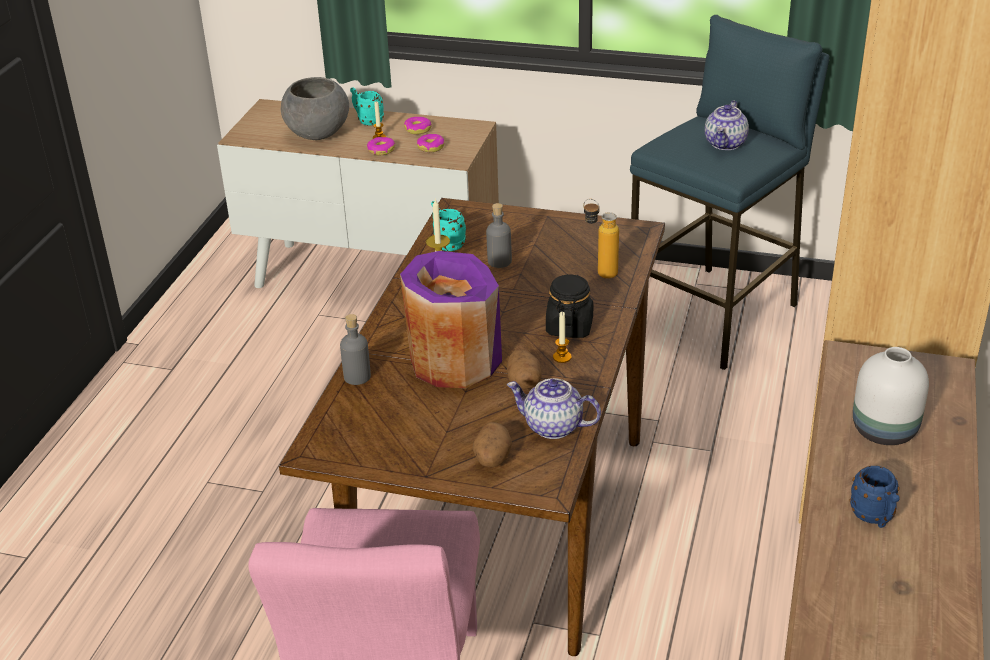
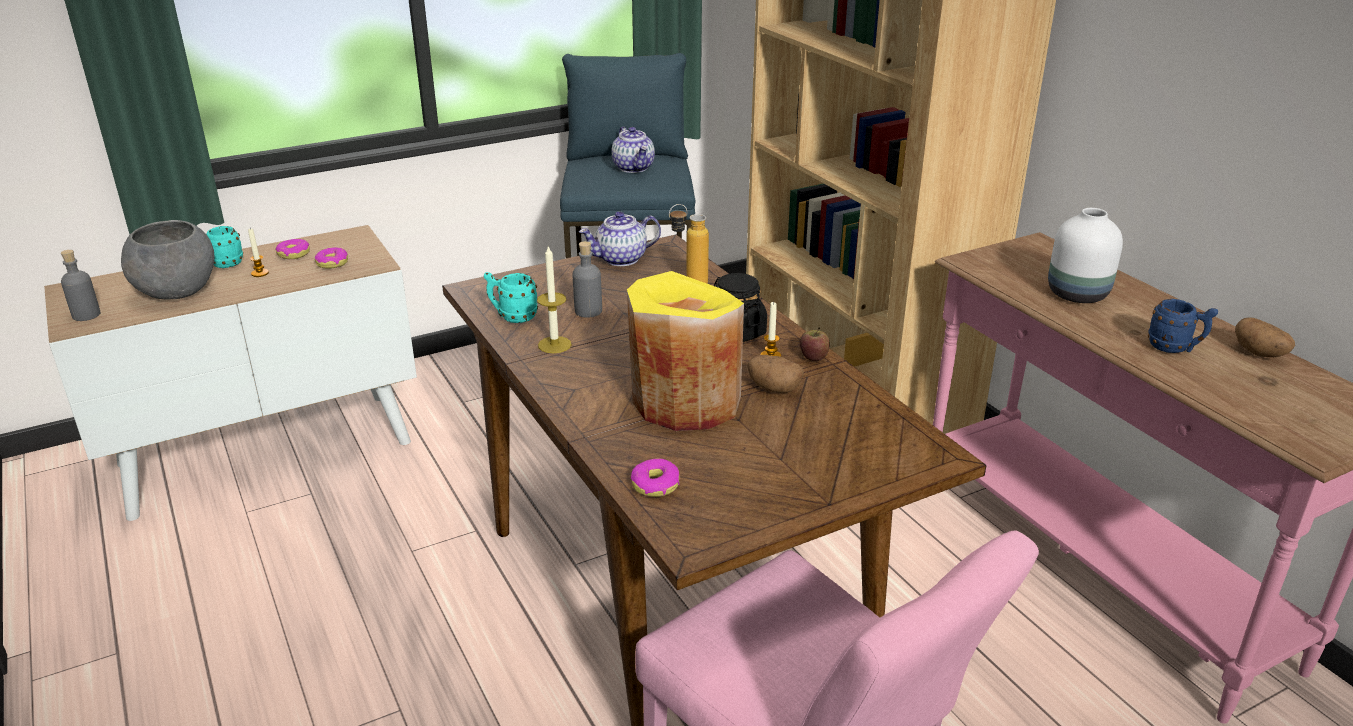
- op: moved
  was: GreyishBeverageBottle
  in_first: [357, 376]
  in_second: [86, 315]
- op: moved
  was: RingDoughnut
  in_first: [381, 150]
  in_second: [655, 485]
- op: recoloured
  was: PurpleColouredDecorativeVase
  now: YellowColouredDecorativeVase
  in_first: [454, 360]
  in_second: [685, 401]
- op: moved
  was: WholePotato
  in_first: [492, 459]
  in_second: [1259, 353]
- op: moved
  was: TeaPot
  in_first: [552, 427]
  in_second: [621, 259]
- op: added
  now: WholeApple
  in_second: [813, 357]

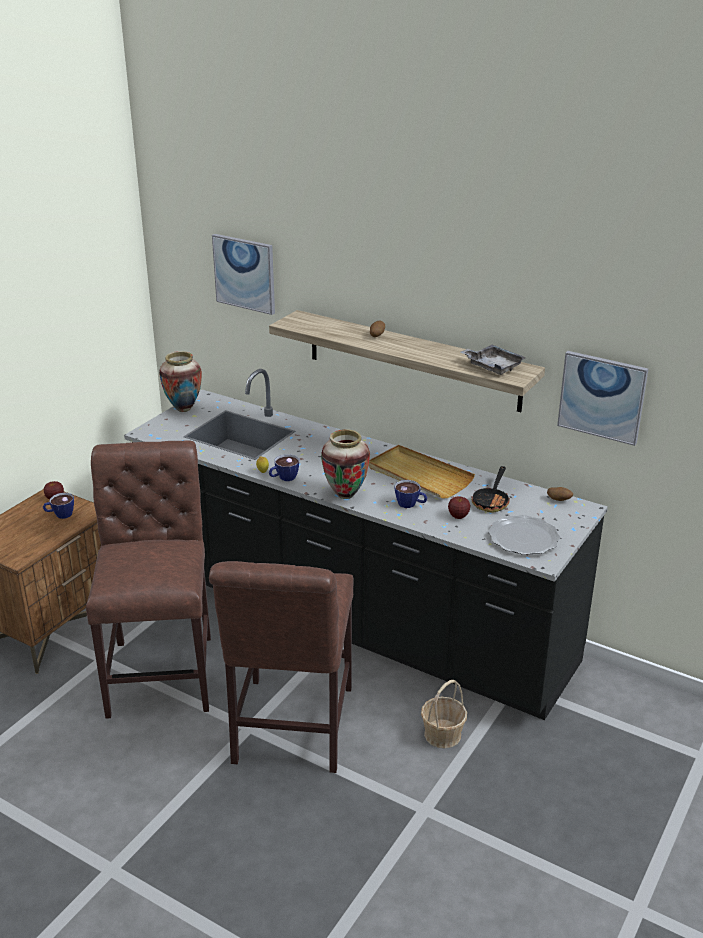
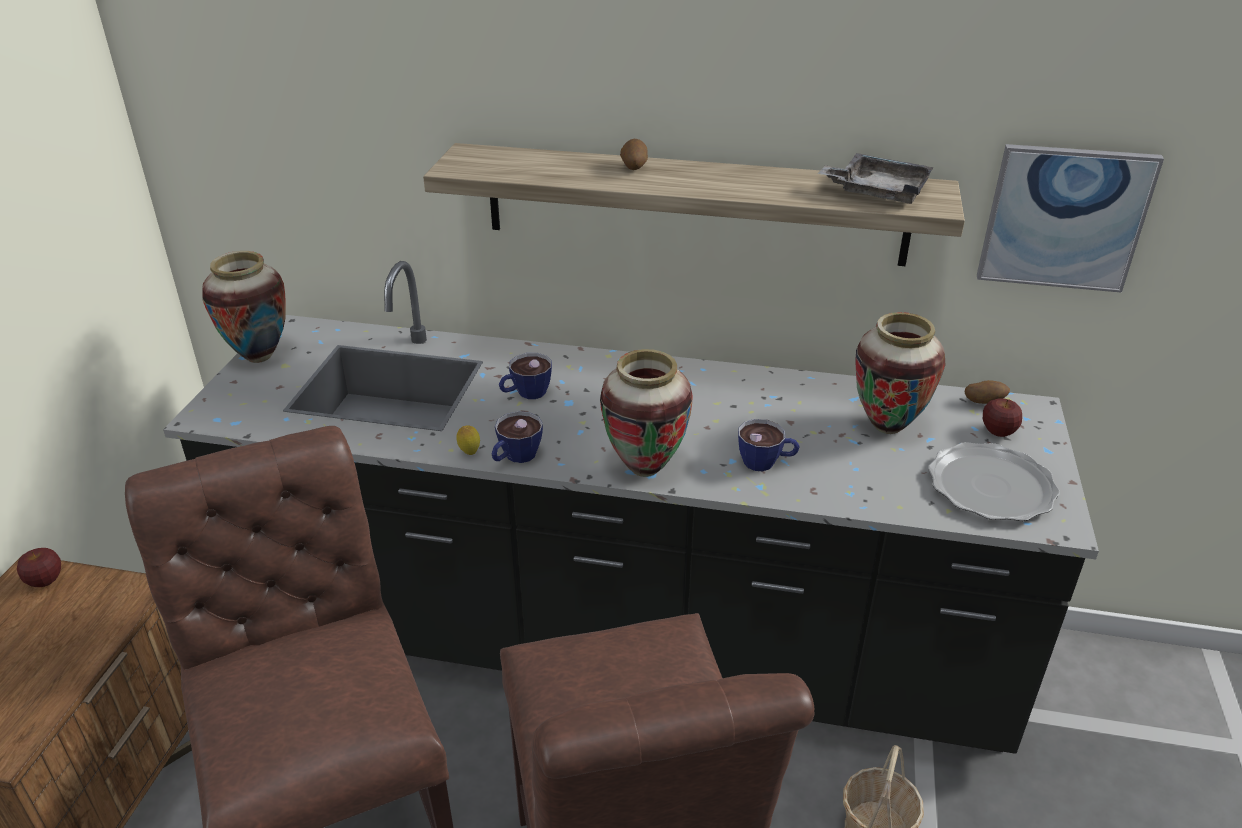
- op: moved
  was: Cup
  in_first: [60, 515]
  in_second: [525, 394]
- op: removed
  was: Picture
  in_first: [245, 273]
- op: removed
  was: BeigeTray
  in_first: [419, 475]
- op: moved
  was: WholeApple
  in_first: [458, 516]
  in_second: [998, 432]
- op: replaced
  was: Skillet
  now: DecorativeVase
  in_first: [492, 501]
  in_second: [887, 426]

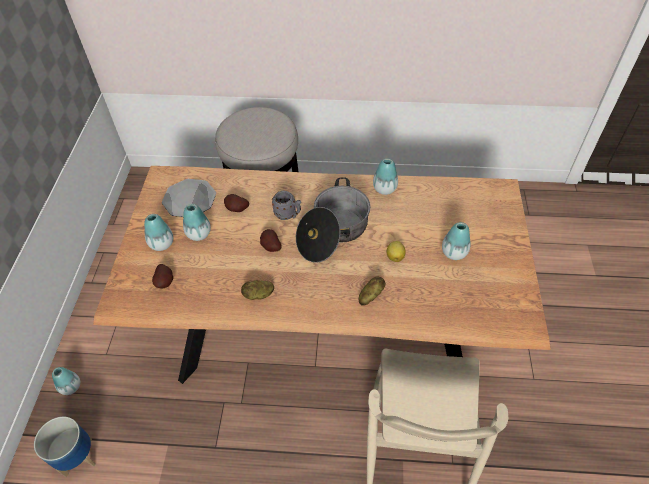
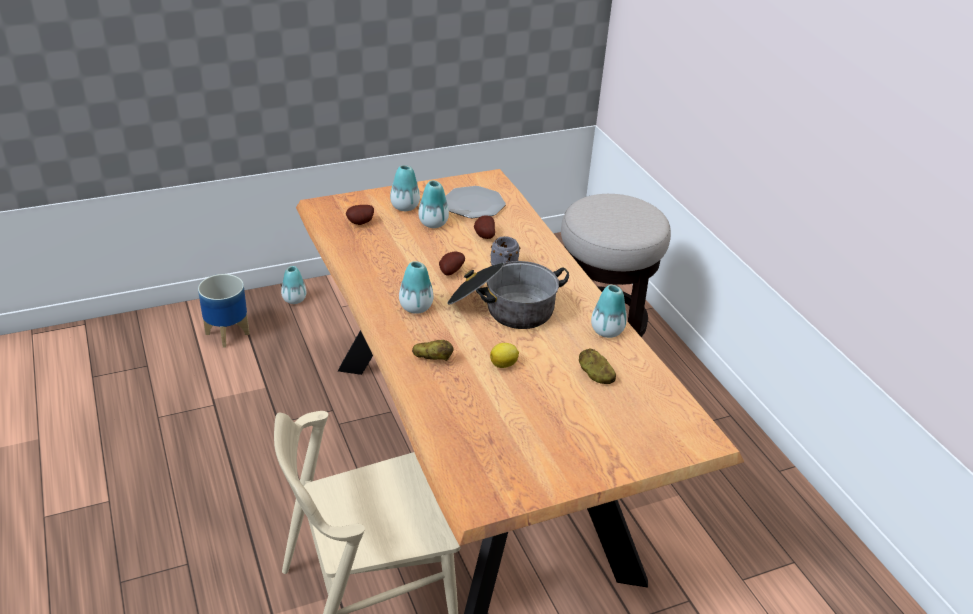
- op: moved
  was: WholePotato
  in_first: [258, 295]
  in_second: [595, 376]
- op: moved
  was: DecorativeVase
  in_first: [454, 252]
  in_second: [416, 307]

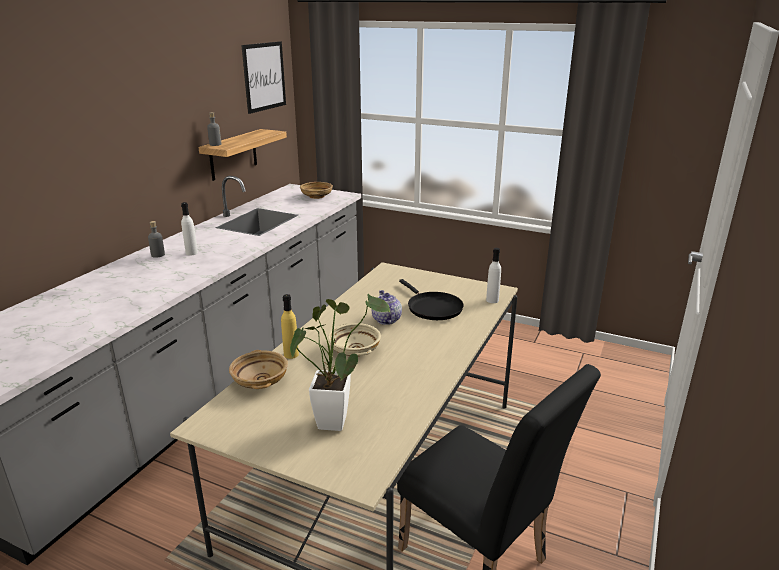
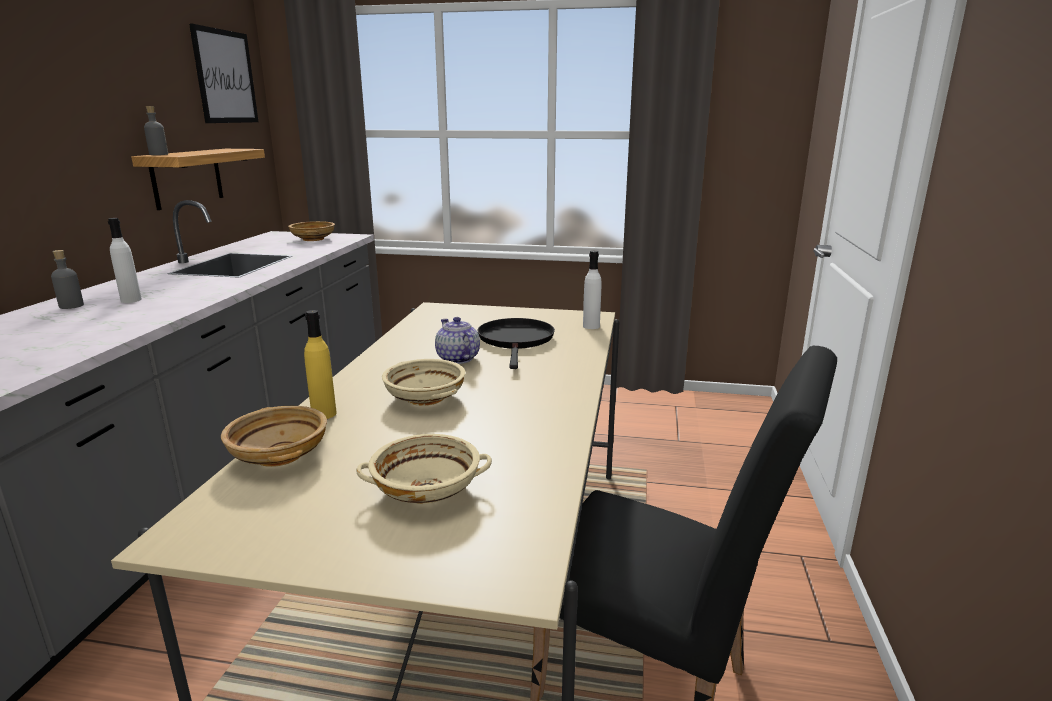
- op: replaced
  was: Houseplant
  now: BeigeBowl
  in_first: [334, 418]
  in_second: [427, 489]
- op: turned
  was: BlackishSkillet
  in_first: [432, 308]
  in_second: [516, 340]
  clockwise: -135

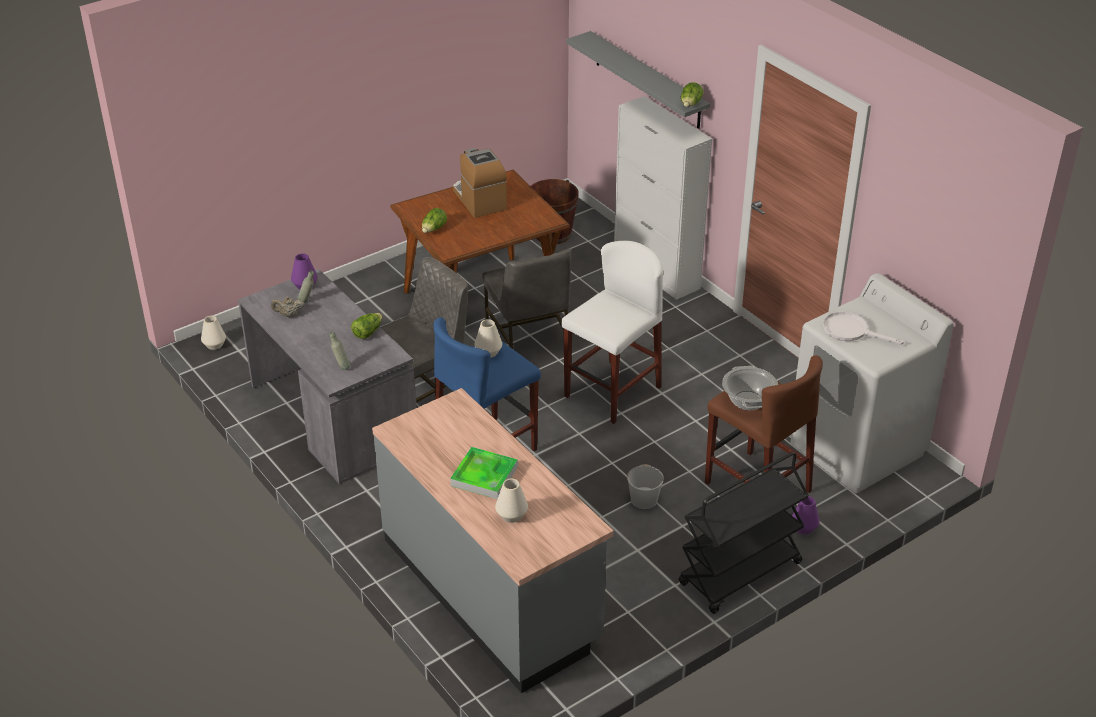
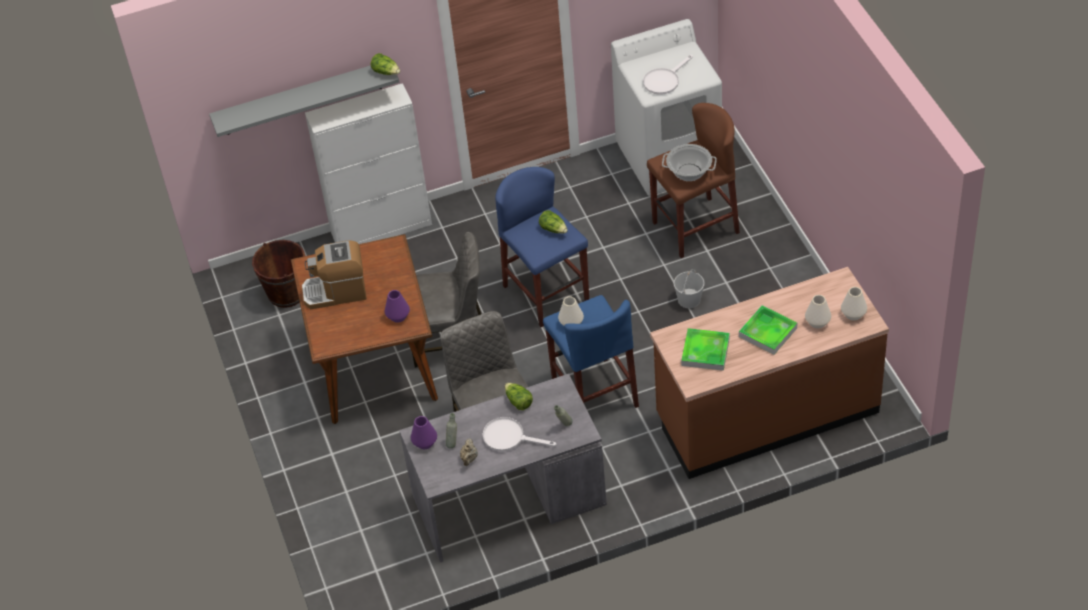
- op: moved
  was: WhiteDecorativeVase
  in_first: [214, 345]
  in_second: [853, 314]
- op: recoloured
  was: GreyishCounter
  now: BrownCounter
  in_first: [492, 590]
  in_second: [766, 414]
- op: moved
  was: HeadOfLettuce
  in_first: [434, 229]
  in_second: [553, 229]
- op: recoloured
  was: WhiteStool
  now: BlueColouredStool
  in_first: [612, 392]
  in_second: [546, 293]
- op: removed
  was: BlackishWheeledCart
  in_first: [740, 575]
- op: moved
  was: PurpleColouredDecorativeVase
  in_first: [803, 528]
  in_second: [398, 316]
- op: added
  now: WhiteSkillet
  in_second: [509, 437]
- op: added
  now: Tray
  in_second: [705, 352]

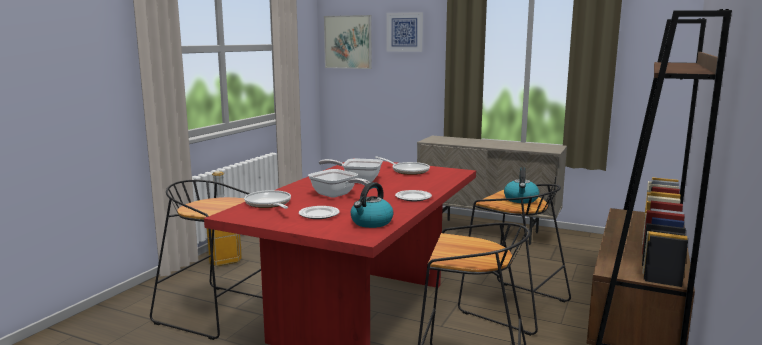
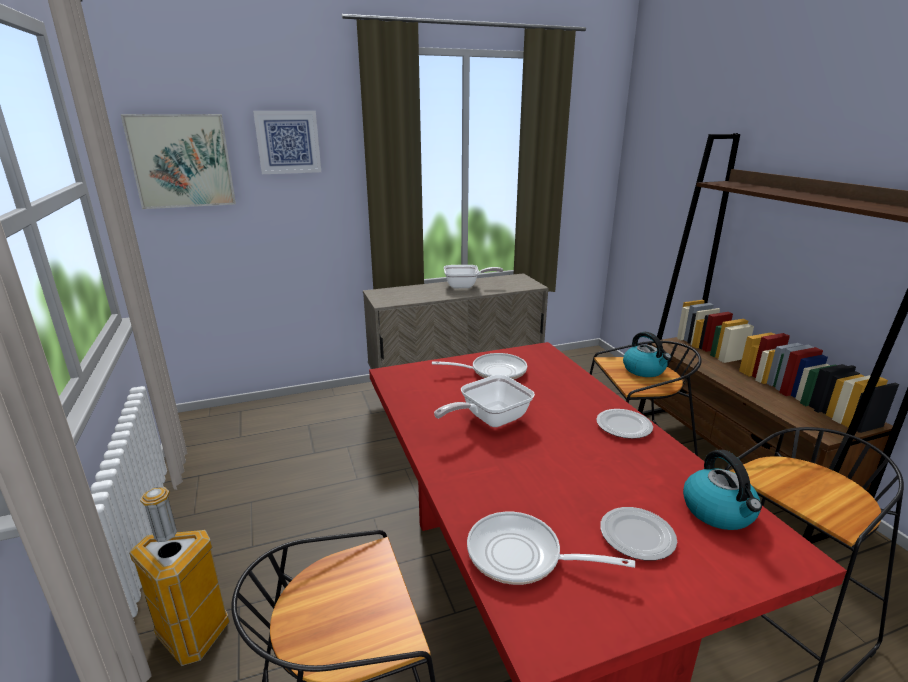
- op: moved
  was: Skillet
  in_first: [336, 195]
  in_second: [465, 286]

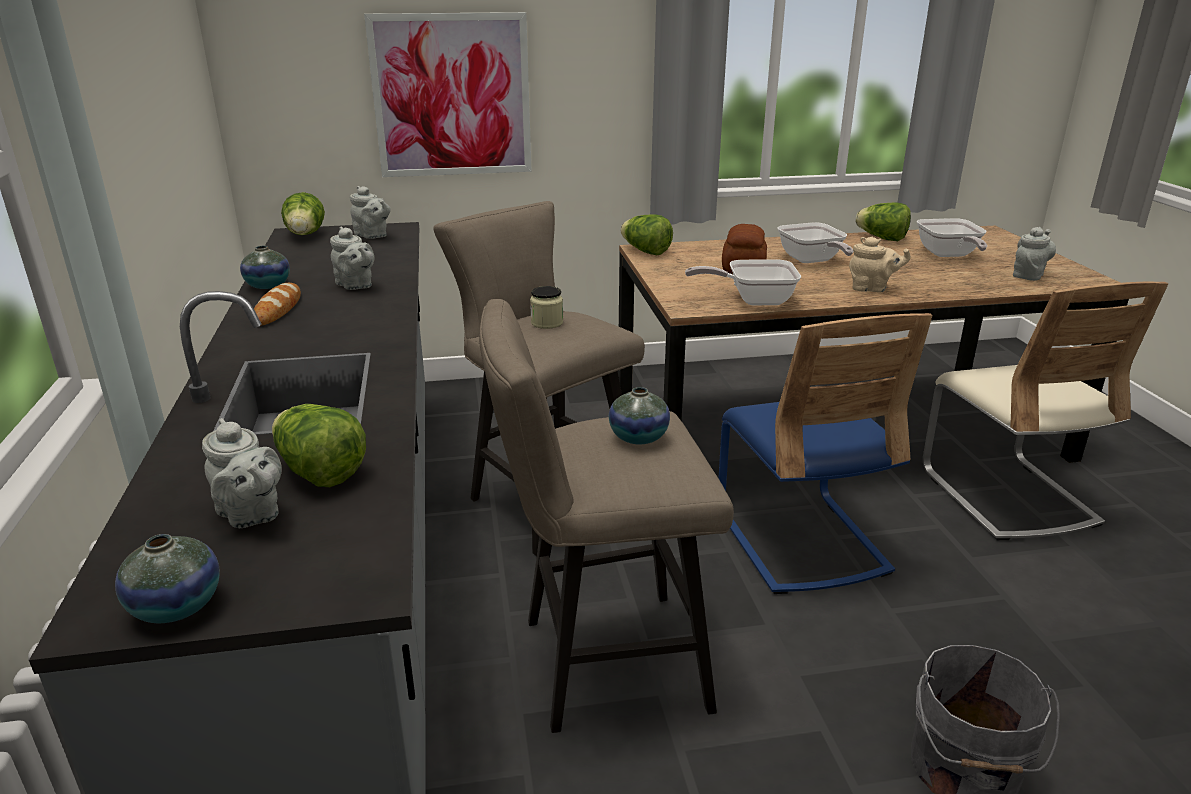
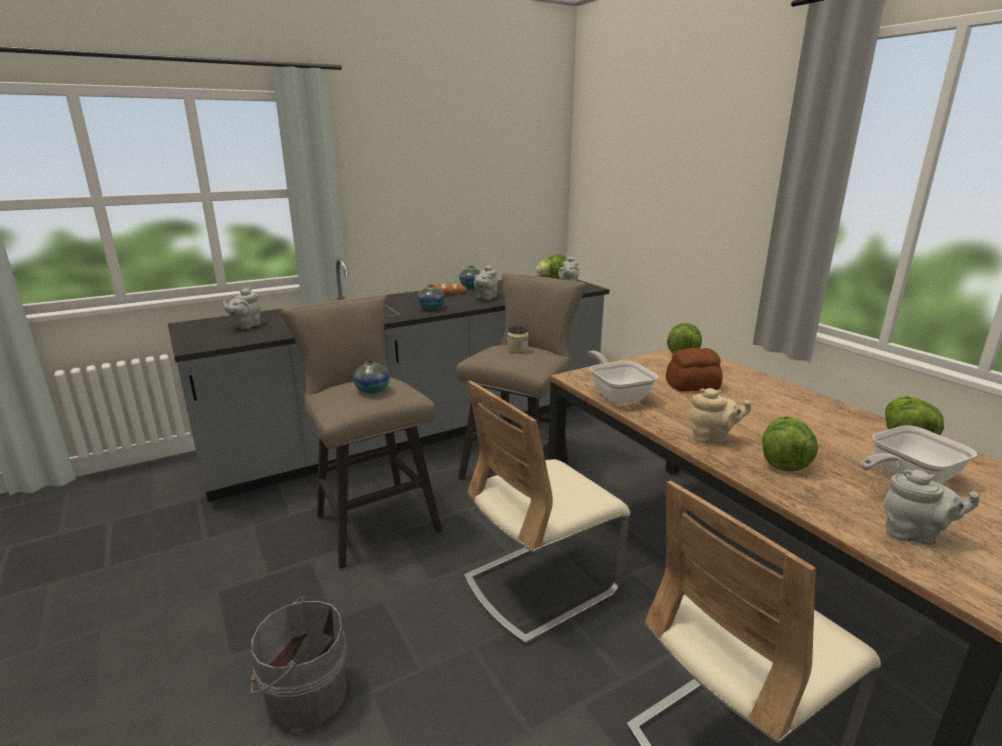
- op: moved
  was: DecorativeVase
  in_first: [176, 606]
  in_second: [431, 308]
- op: moved
  was: HeadOfLettuce
  in_first: [319, 472]
  in_second: [783, 460]
- op: removed
  was: Picture
  in_first: [452, 96]
- op: recoloured
  was: BlueColouredUprightChair
  now: BeigeUprightChair
  in_first: [799, 540]
  in_second: [540, 585]
- op: removed
  was: Skillet
  in_first: [812, 261]
- op: turned
  was: BeigeTeaPot
  in_first: [872, 289]
  in_second: [712, 438]
  clockwise: -75

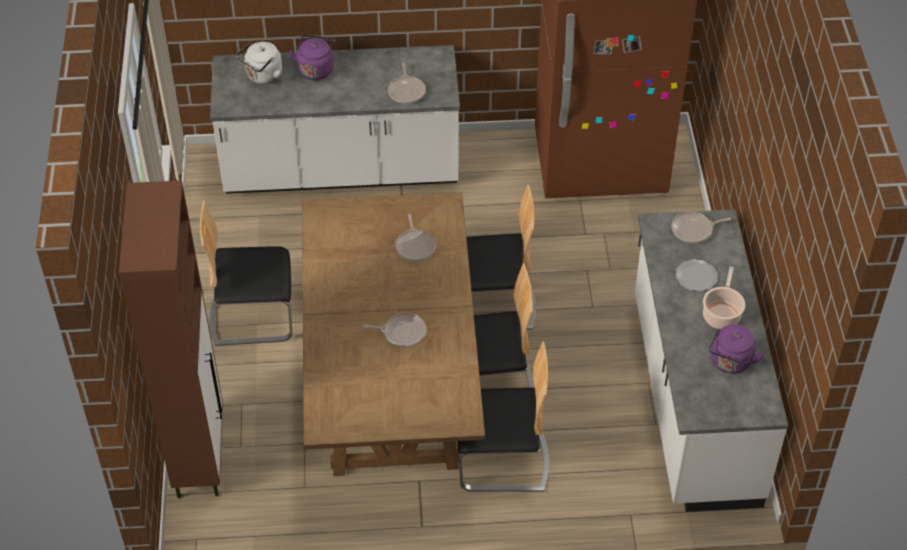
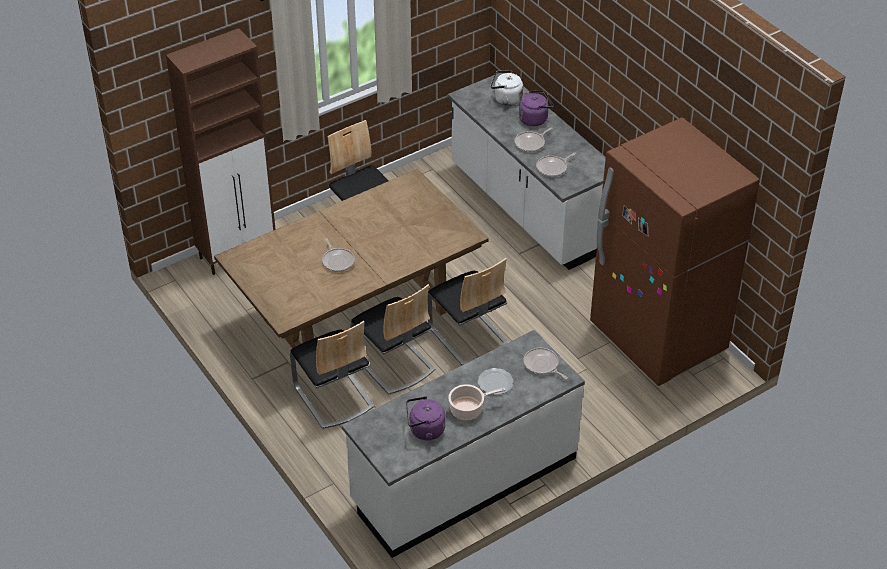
- op: moved
  was: Skillet
  in_first: [415, 246]
  in_second: [531, 143]

